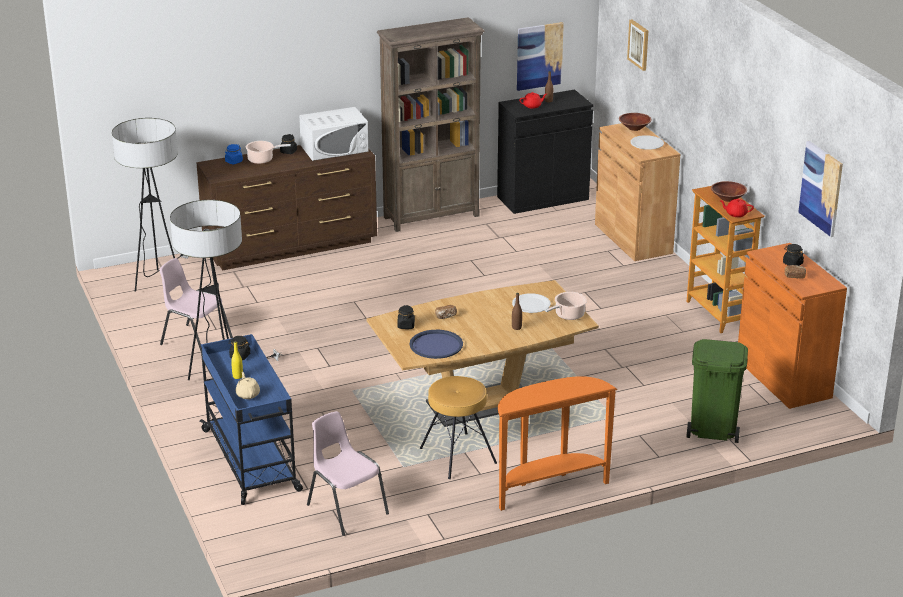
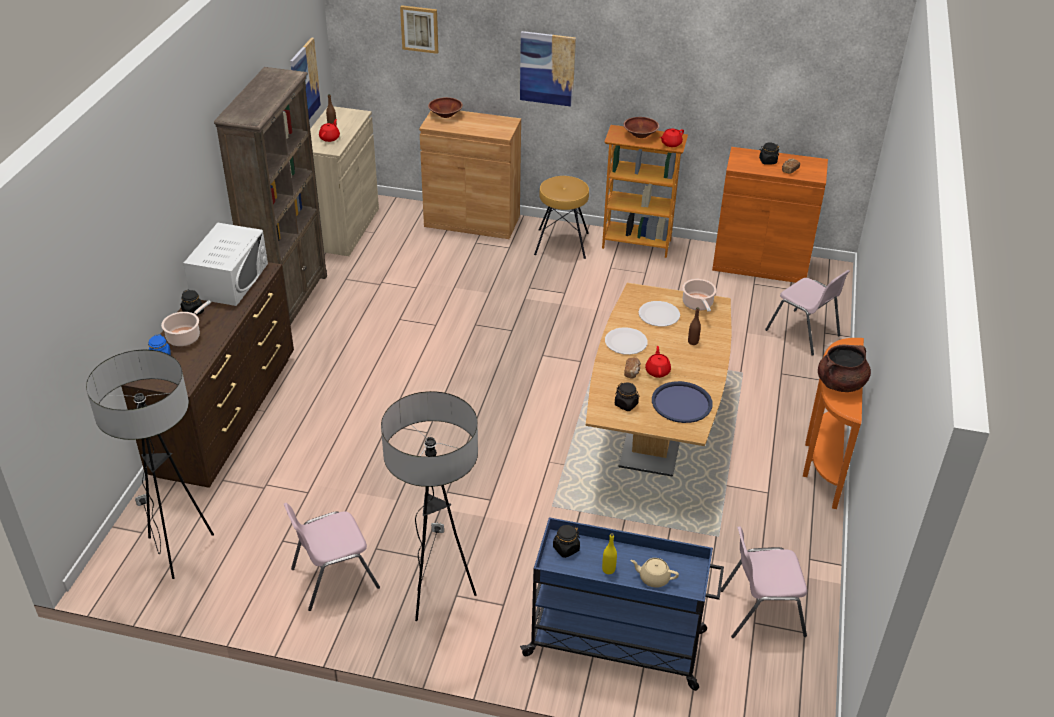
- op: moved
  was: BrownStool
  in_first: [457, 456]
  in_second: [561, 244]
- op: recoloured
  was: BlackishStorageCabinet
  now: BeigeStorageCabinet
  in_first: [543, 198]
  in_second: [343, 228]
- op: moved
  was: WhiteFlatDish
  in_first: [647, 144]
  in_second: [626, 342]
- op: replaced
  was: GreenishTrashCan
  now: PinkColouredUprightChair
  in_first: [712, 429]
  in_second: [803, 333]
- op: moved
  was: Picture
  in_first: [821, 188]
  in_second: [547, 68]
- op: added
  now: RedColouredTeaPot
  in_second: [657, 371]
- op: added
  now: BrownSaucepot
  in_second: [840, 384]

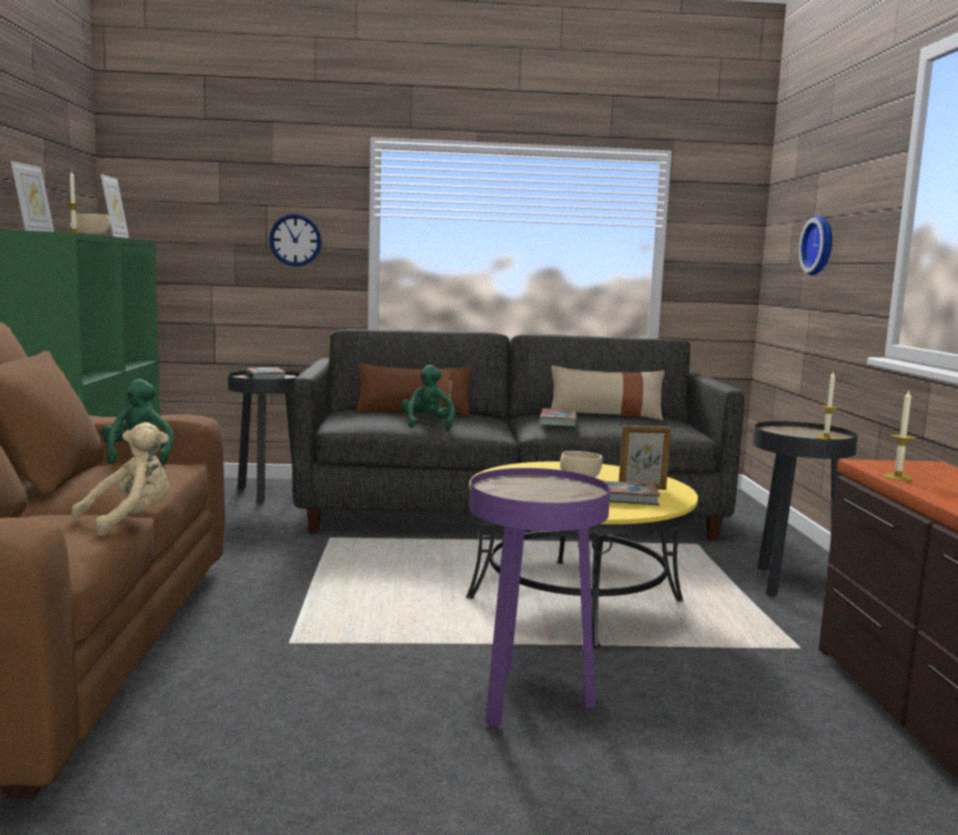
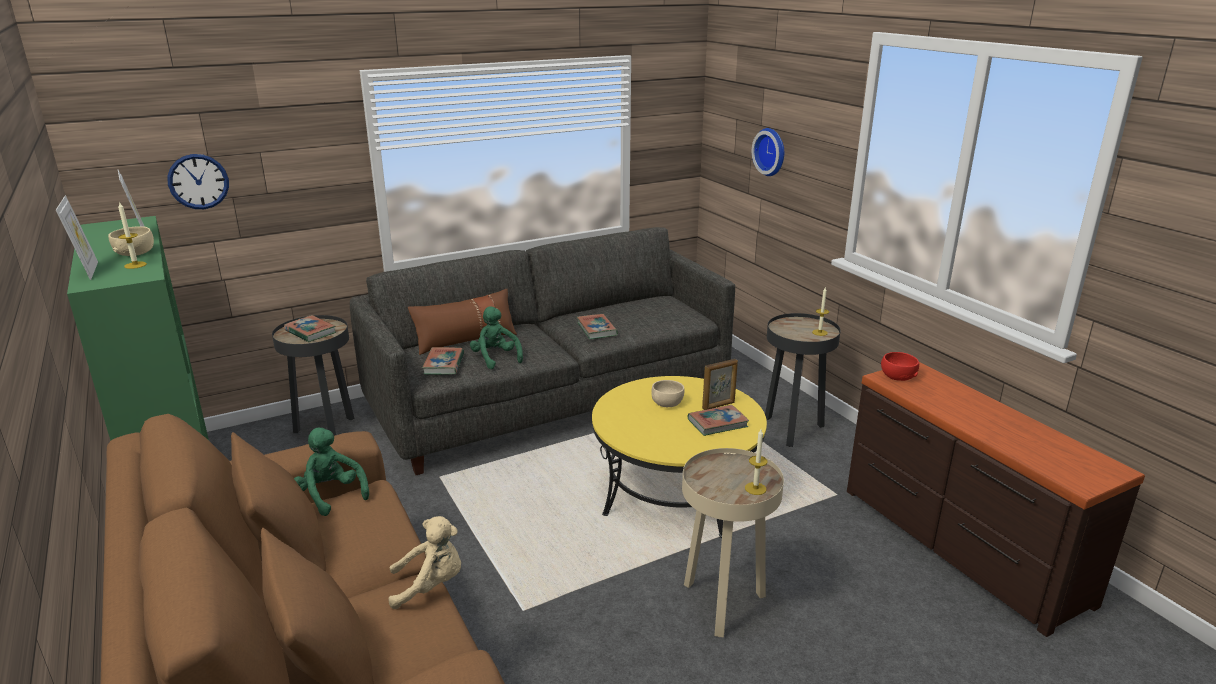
- op: turned
  was: BeigeCuddlyToy
  in_first: [130, 520]
  in_second: [430, 585]
  clockwise: 60
- op: moved
  was: WallClock
  in_first: [295, 240]
  in_second: [198, 181]
- op: recoloured
  was: PurpleColouredSideTable
  now: BeigeSideTable
  in_first: [528, 702]
  in_second: [723, 605]
- op: removed
  was: BeigeCushion
  in_first: [605, 415]
- op: moved
  was: Candle
  in_first: [898, 477]
  in_second: [755, 488]
- op: added
  now: Book
  in_second: [444, 364]
- op: added
  now: RedColouredBowl
  in_second: [897, 376]

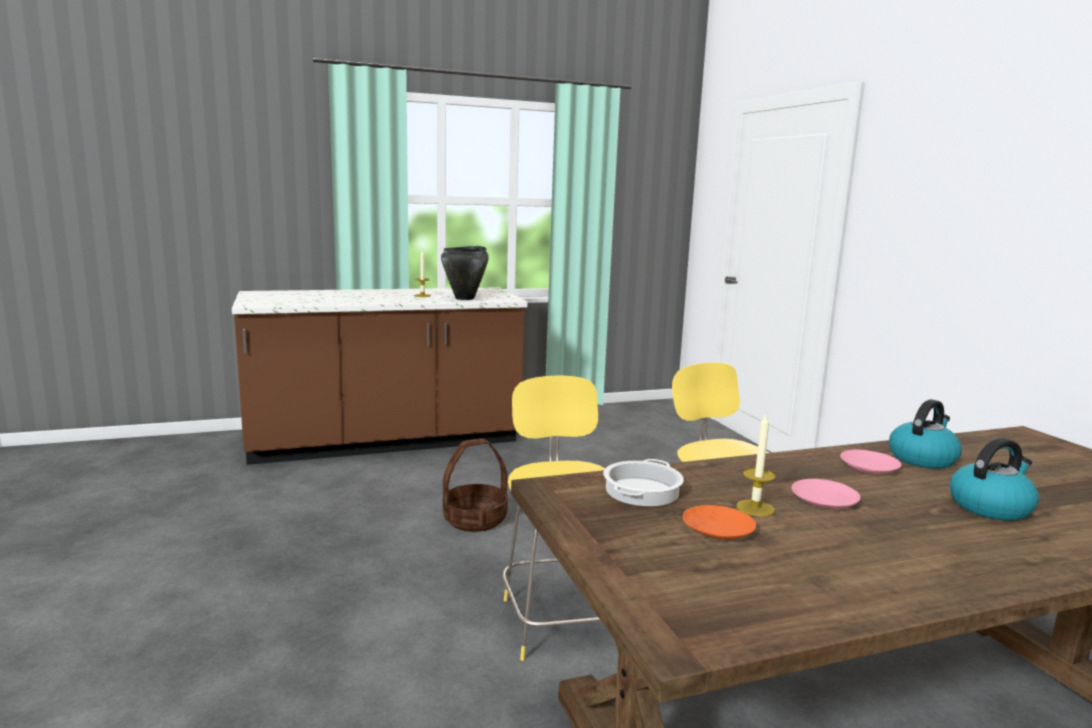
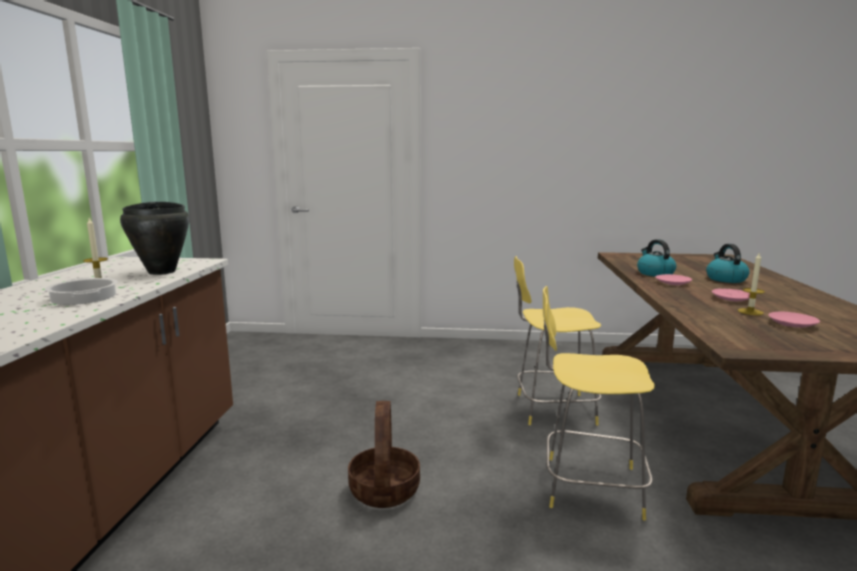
- op: moved
  was: Saucepot
  in_first: [641, 491]
  in_second: [83, 297]
- op: recoloured
  was: OrangeColouredFlatDish
  now: PinkColouredFlatDish
  in_first: [717, 530]
  in_second: [792, 324]

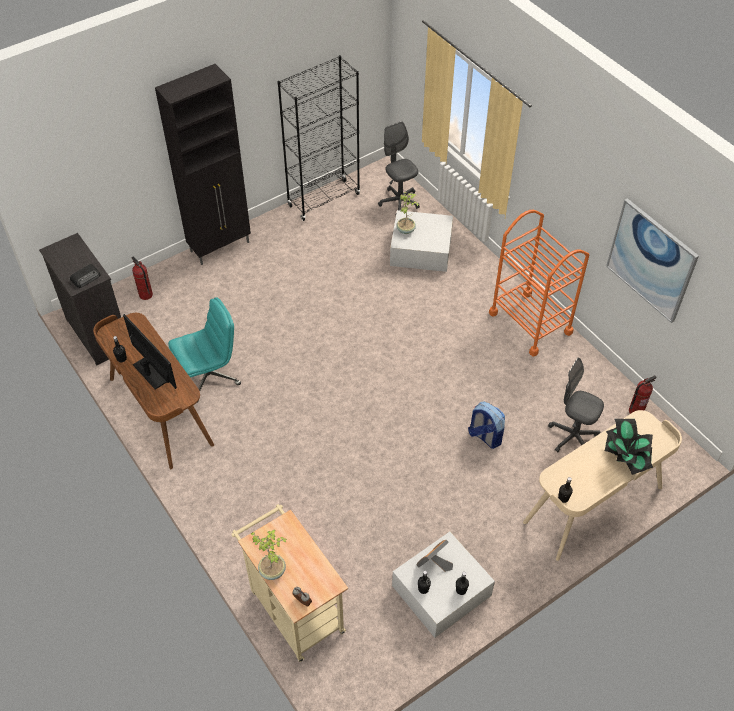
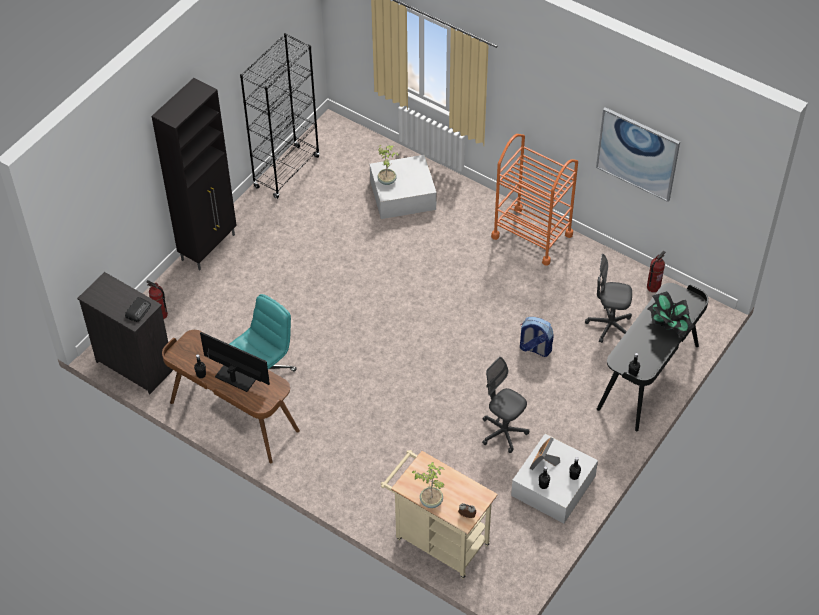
- op: moved
  was: GreyishOfficeChair
  in_first: [399, 202]
  in_second: [503, 432]
- op: recoloured
  was: BeigeDeskUnit
  now: BlackishDeskUnit
  in_first: [594, 505]
  in_second: [649, 377]

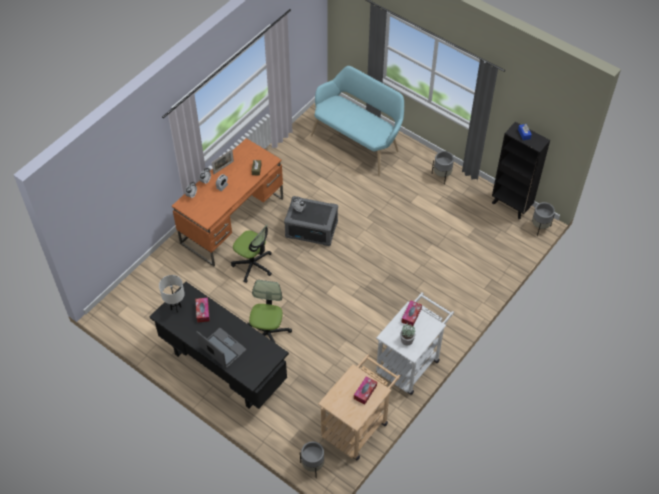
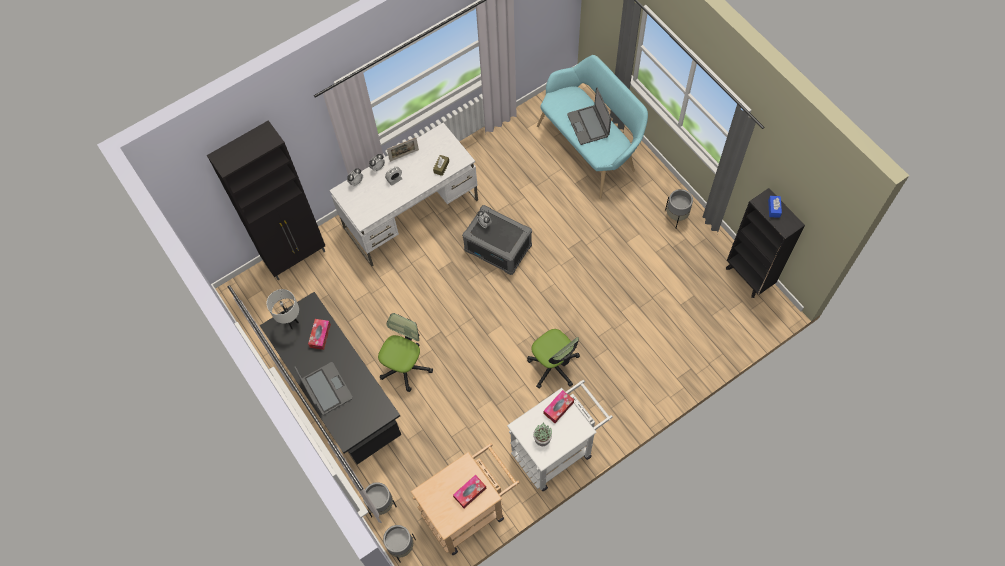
- op: recoloured
  was: OrangeColouredDeskUnit
  now: WhiteDeskUnit
  in_first: [232, 220]
  in_second: [411, 213]
- op: moved
  was: OfficeChair
  in_first: [253, 265]
  in_second: [553, 366]
- op: moved
  was: GreyishFlowerPot
  in_first: [540, 227]
  in_second: [381, 505]
- op: added
  now: BlackishStorageCabinet
  in_second: [297, 257]
- op: added
  now: Laptop
  in_second: [588, 125]

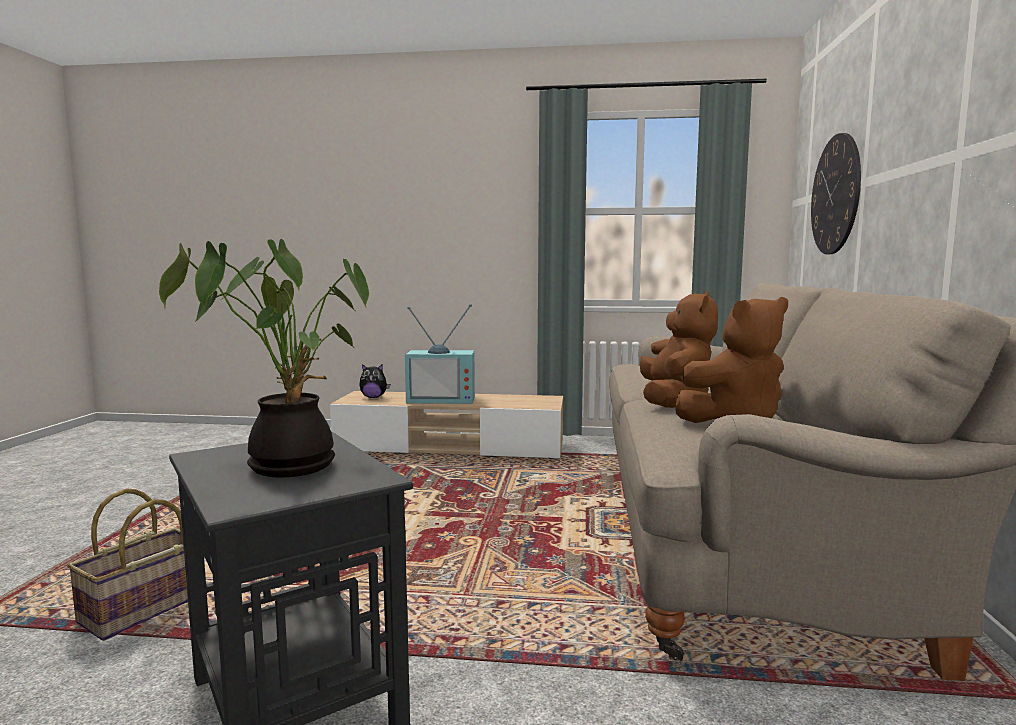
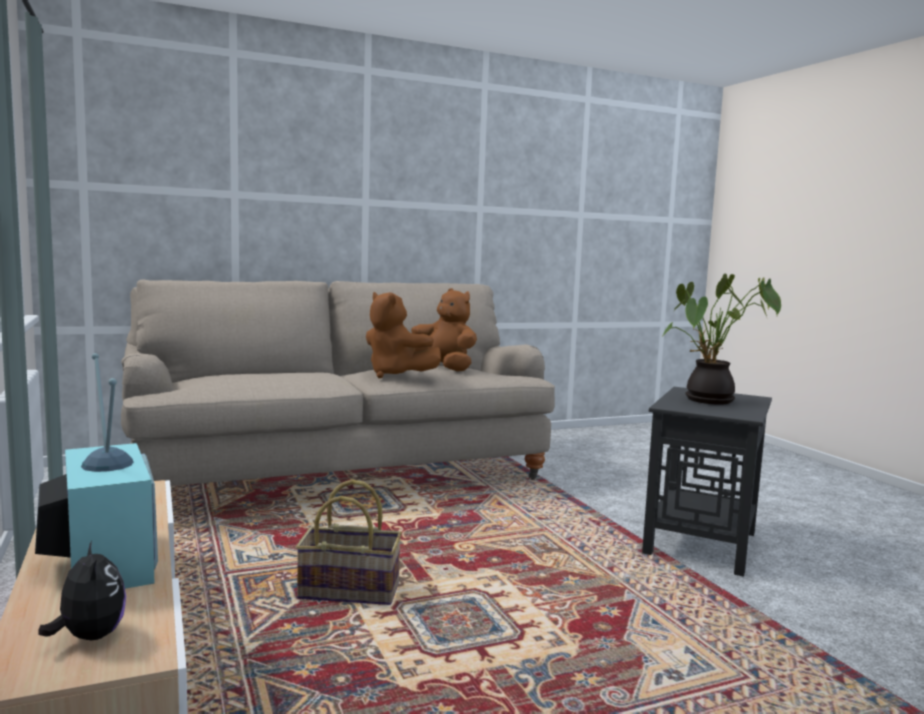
- op: moved
  was: Basket
  in_first: [144, 609]
  in_second: [350, 591]
- op: turned
  was: BrownCuddlyToy
  in_first: [673, 401]
  in_second: [396, 375]
  clockwise: -120
- op: removed
  was: WallClock
  in_first: [835, 195]

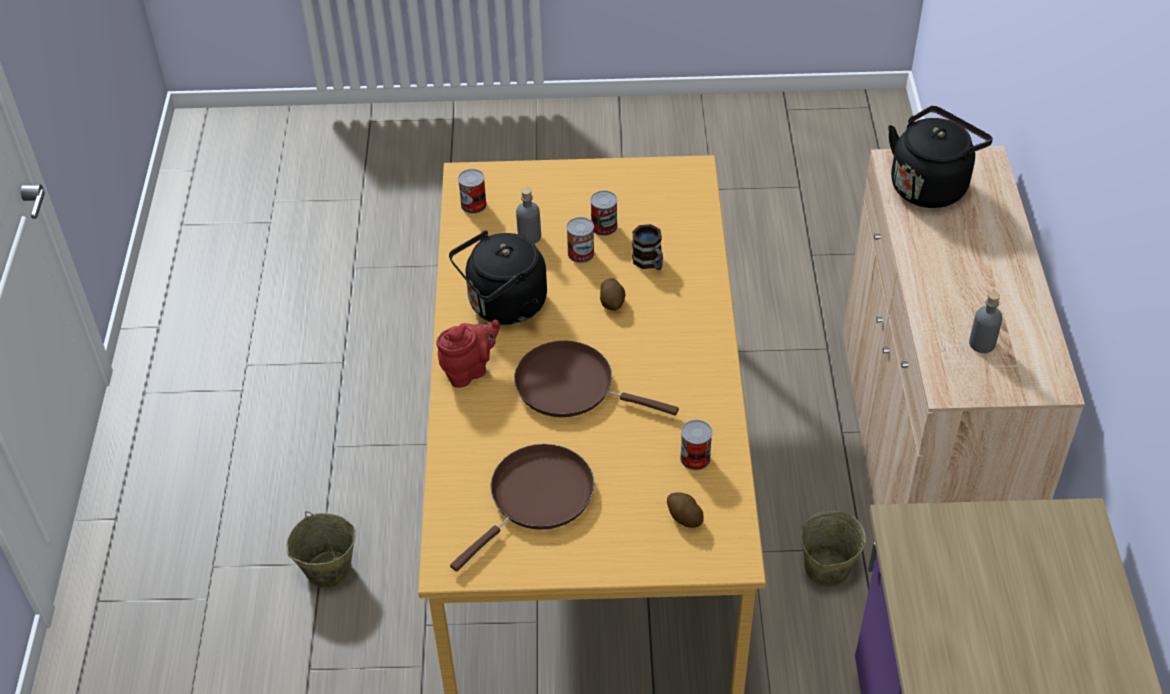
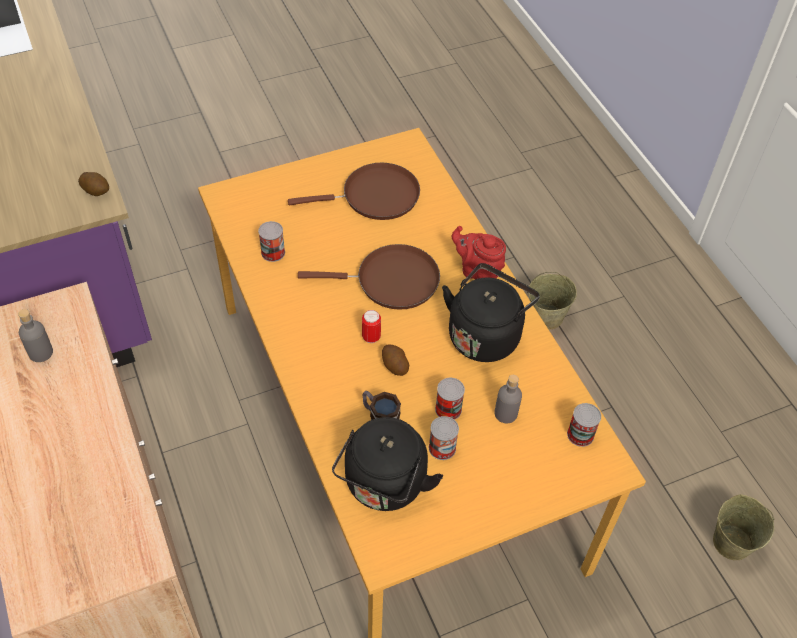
- op: turned
  was: RedColouredTeaPot
  in_first: [469, 370]
  in_second: [478, 271]
  clockwise: 90
- op: turned
  was: BrownSkillet
  in_first: [536, 498]
  in_second: [375, 196]
  clockwise: -120
- op: moved
  was: WholePotato
  in_first: [684, 517]
  in_second: [96, 190]
- op: moved
  was: BeigeBucket
  in_first: [826, 569]
  in_second: [731, 541]
- op: moved
  was: BlackishTeaKettle
  in_first: [930, 185]
  in_second: [384, 486]
- op: added
  now: MetalCan
  in_second: [371, 337]

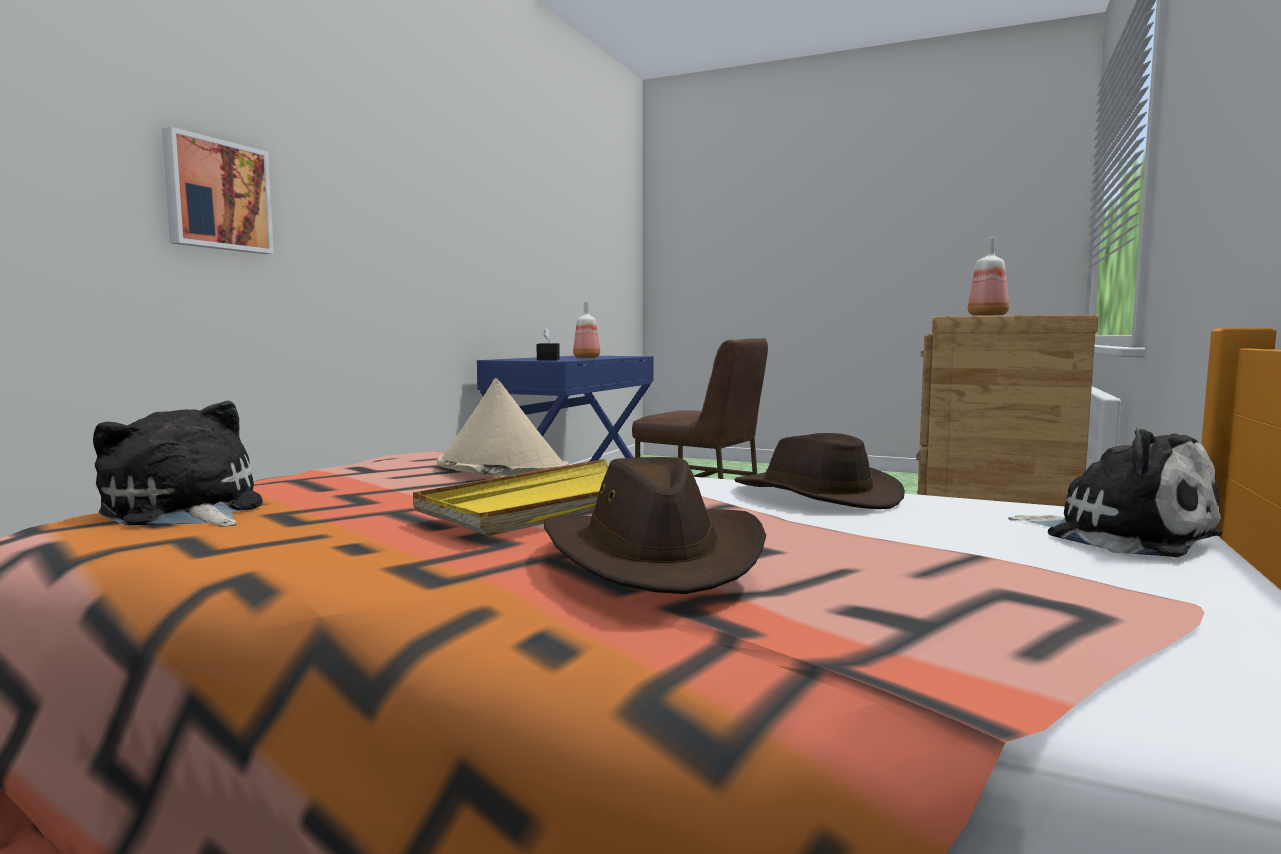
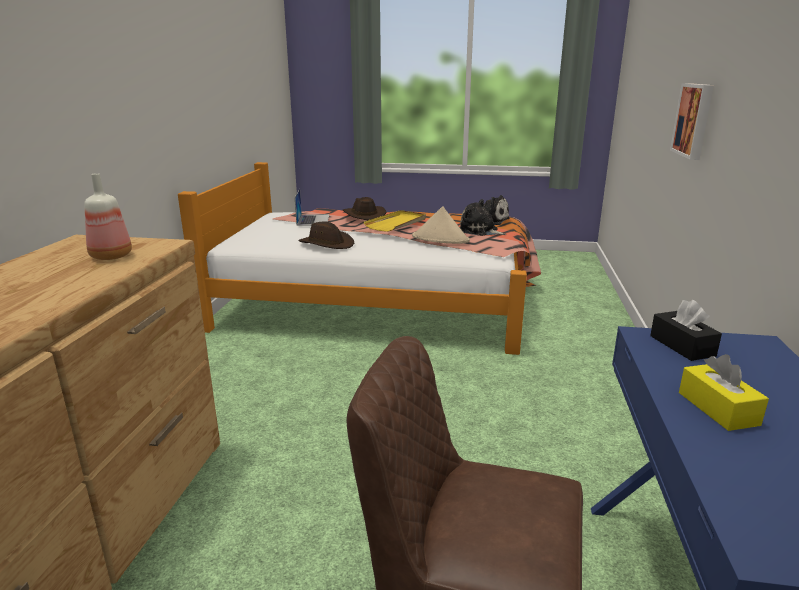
- op: replaced
  was: BeverageBottle
  now: YellowColouredTissueHolder
  in_first: [586, 358]
  in_second: [717, 408]
- op: moved
  was: CuddlyToy
  in_first: [1120, 536]
  in_second: [480, 231]
- op: added
  now: Laptop
  in_second: [313, 220]

